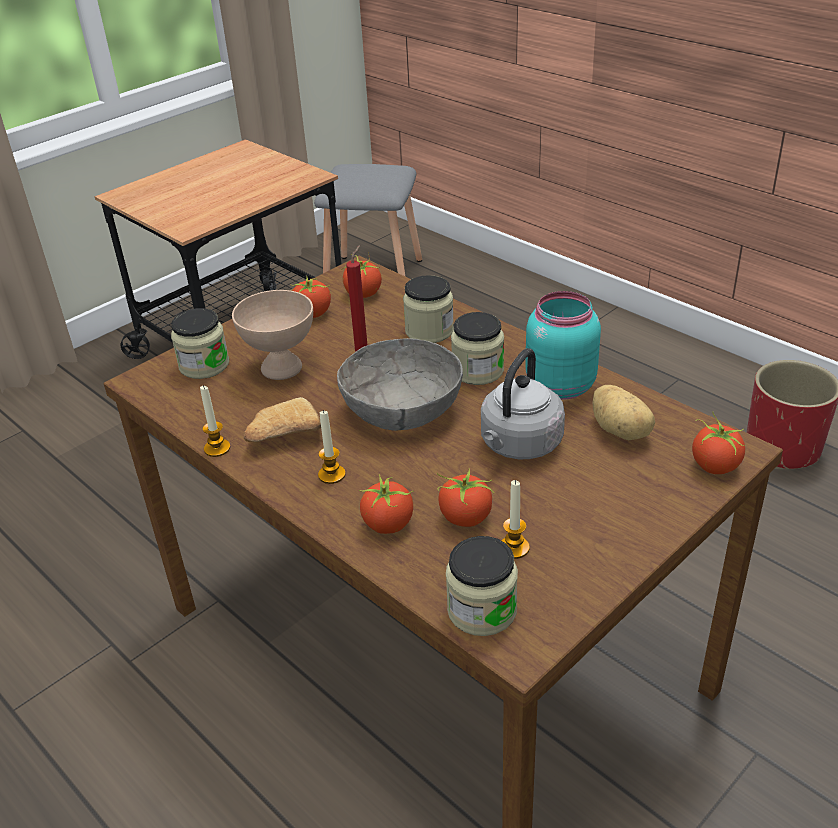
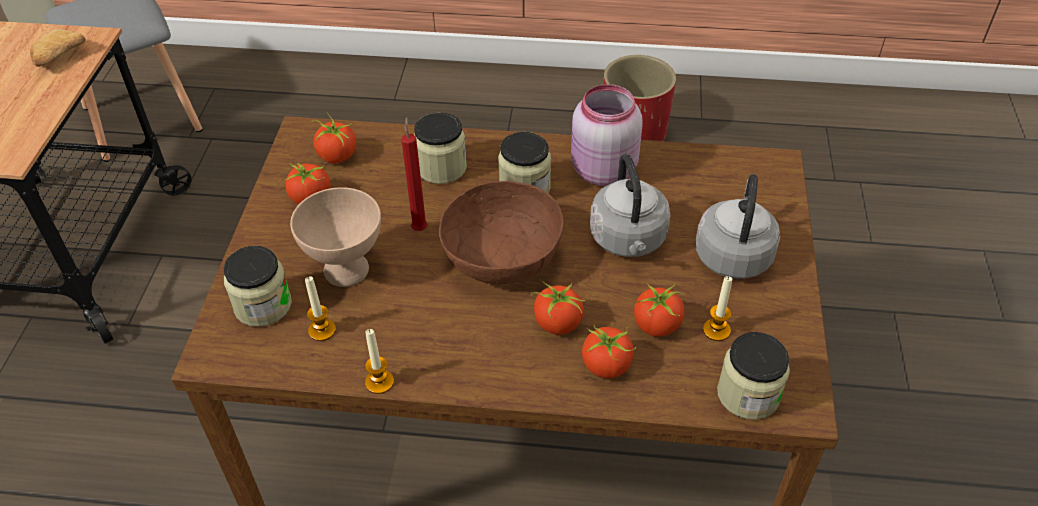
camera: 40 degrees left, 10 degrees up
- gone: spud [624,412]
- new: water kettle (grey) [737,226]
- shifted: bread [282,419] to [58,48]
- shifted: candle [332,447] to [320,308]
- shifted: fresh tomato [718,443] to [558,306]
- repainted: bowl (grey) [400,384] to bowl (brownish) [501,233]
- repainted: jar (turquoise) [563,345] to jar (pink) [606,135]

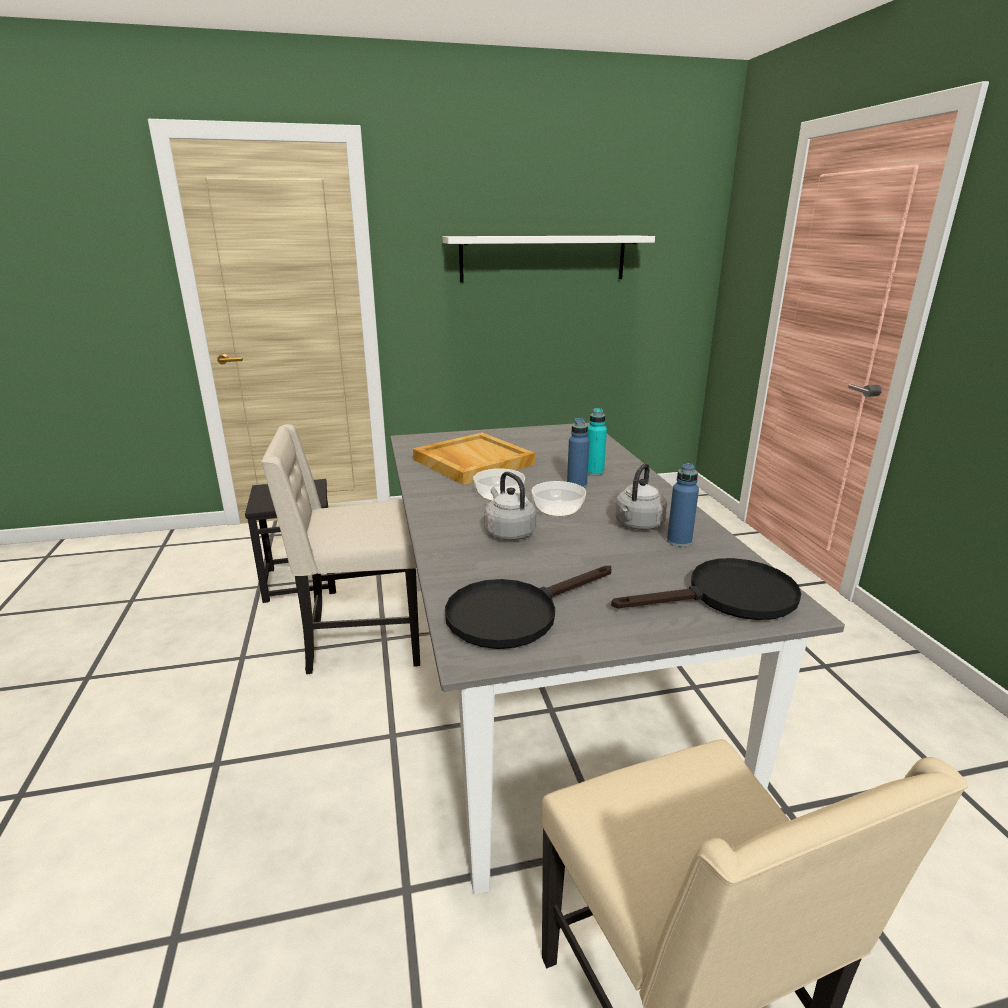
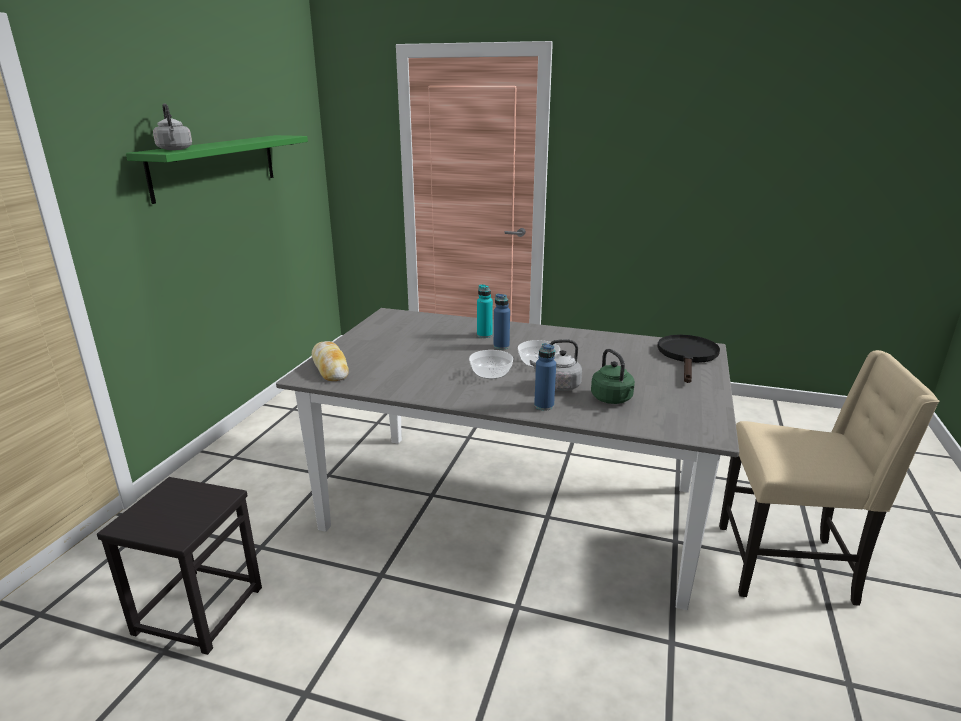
camera: 60 degrees left, 0 degrees up
- gone: chair (sand-coloured) [340,549]
- gone: serving tray (sand-coloured) [474,458]
- gone: pan (blackish) [528,607]
- new: bread [330,361]
- new: water kettle (green) [613,376]
- shifted: water kettle (grey) [641,496] to [172,126]
- shifted: drink bottle (blue-coloured) [683,505] to [545,376]
- repainted: bracket shelf (white-coloured) [549,259] to bracket shelf (green) [217,169]

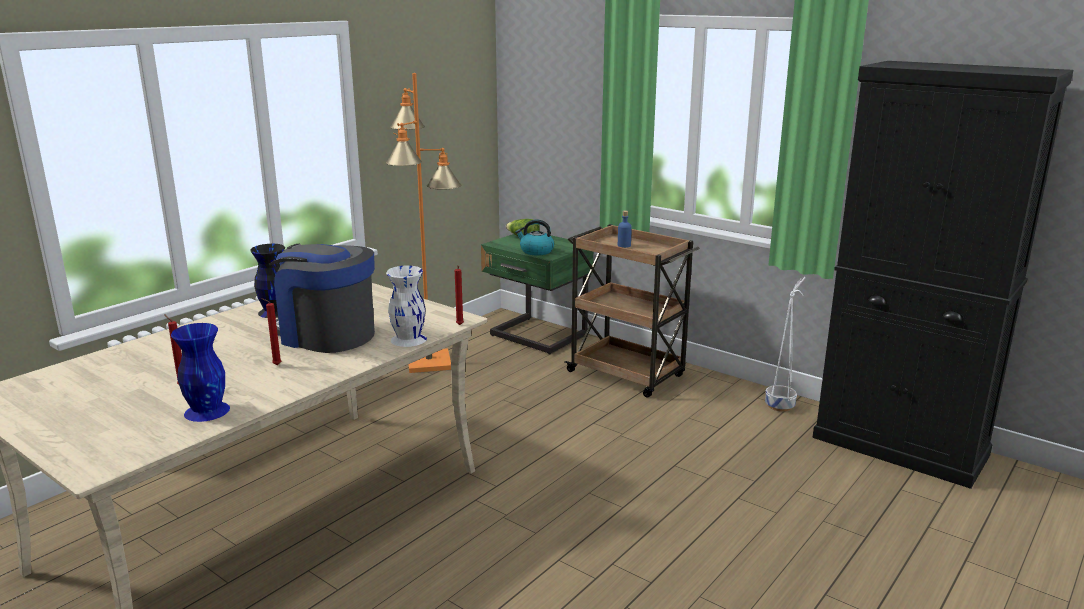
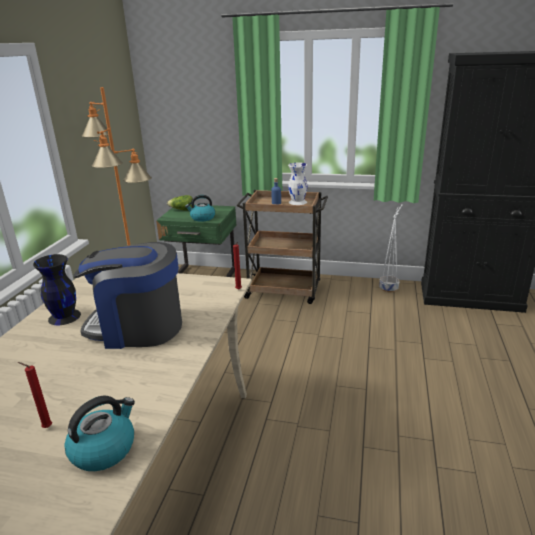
camera: 25 degrees left, 5 degrees up
- gone: candle (red-coloured) [271,331]
- shifted: flower vase (white-coloured) [406,306] to [298,183]
- swapped: flower vase (blue-coloured) [200,372] to water kettle [99,433]

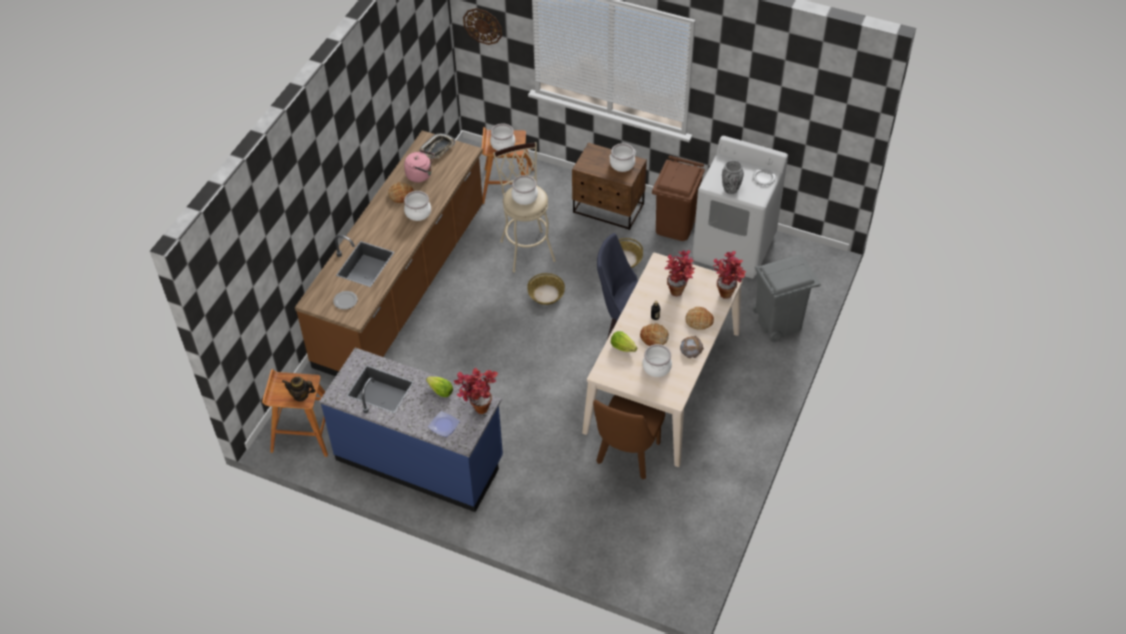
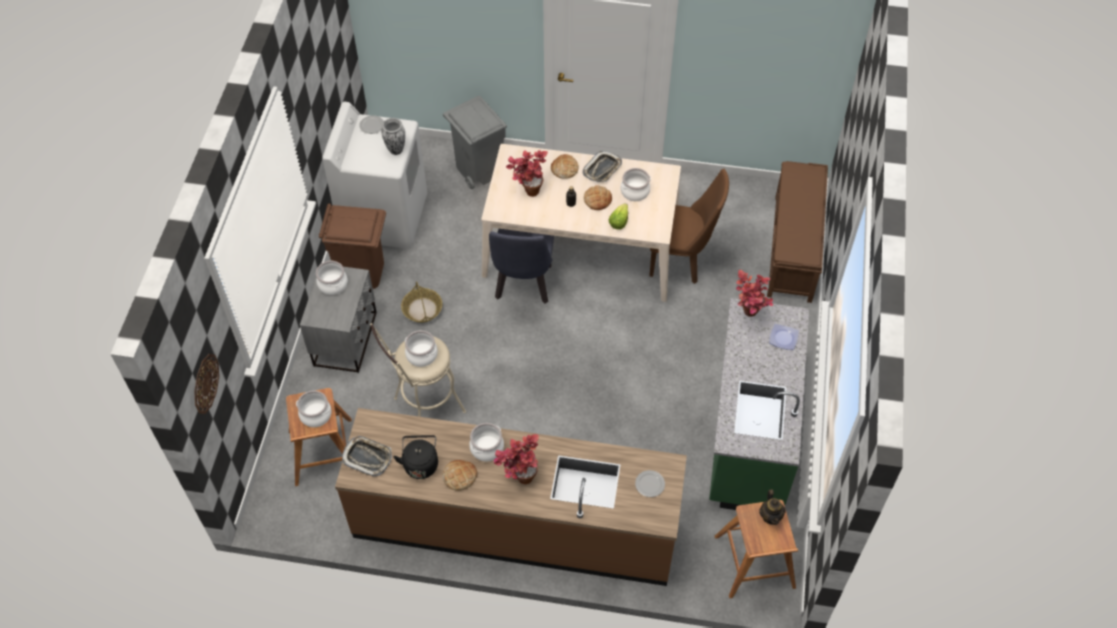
camera: 105 degrees left, 5 degrees up
- gone: lettuce head [439,387]
- gone: storage basket [546,289]
- new: bench (brownish) [797,232]
- shifted: plant in a pot [730,275] to [516,459]
- swapped: bread [692,347] to serving tray [602,166]
- repainted: kitchen base unit (blue-coloured) [411,430] to kitchen base unit (green) [759,404]
- repainted: water kettle (pink) [419,166] to water kettle (blackish) [416,457]
- repainted: nightstand (brownish) [609,186] to nightstand (grey) [338,318]

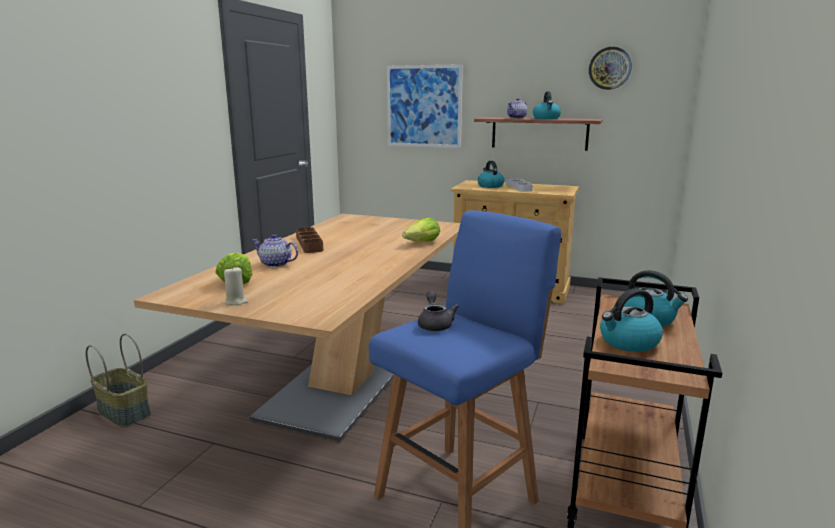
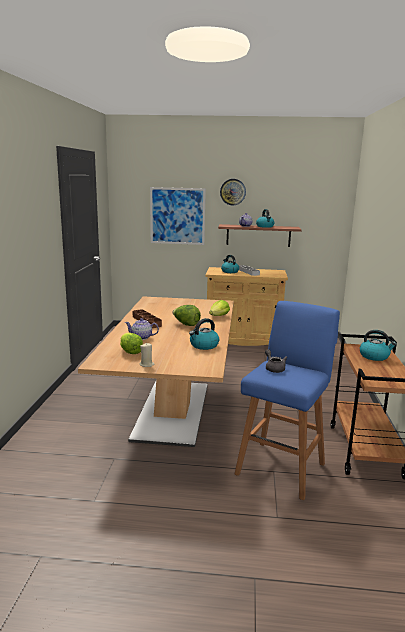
camera: 15 degrees left, 0 degrees up
- gone: storage basket [118,380]
- new: lettuce head [186,315]
- shifted: clock on the wall [610,68] to [233,192]
- shifted: water kettle [631,320] to [204,334]

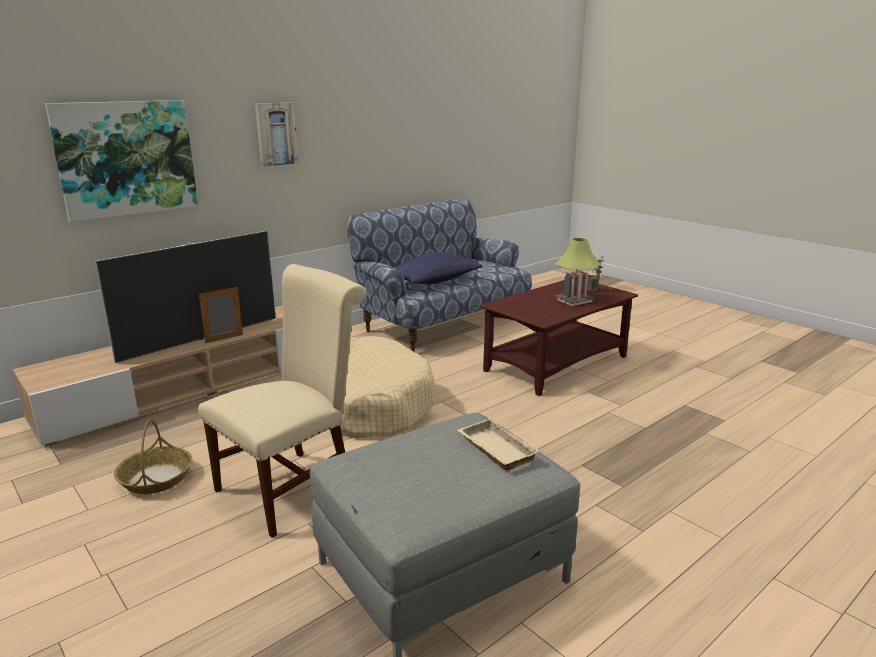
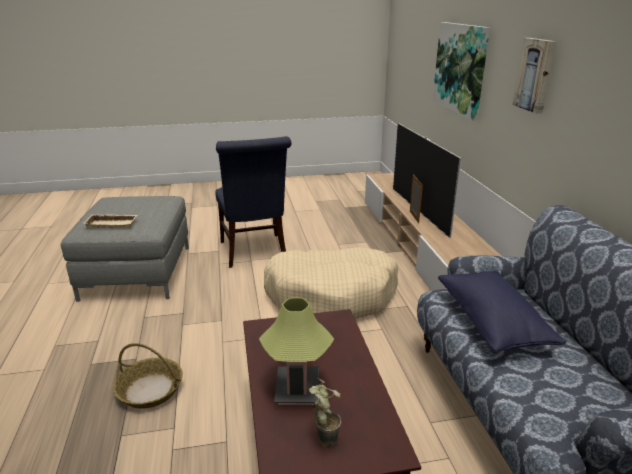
camera: 120 degrees right, 5 degrees up
- shifted: storage basket [153,456] to [148,376]
- repainted: chair (sand-coloured) [282,401] to chair (blue-coloured) [254,202]

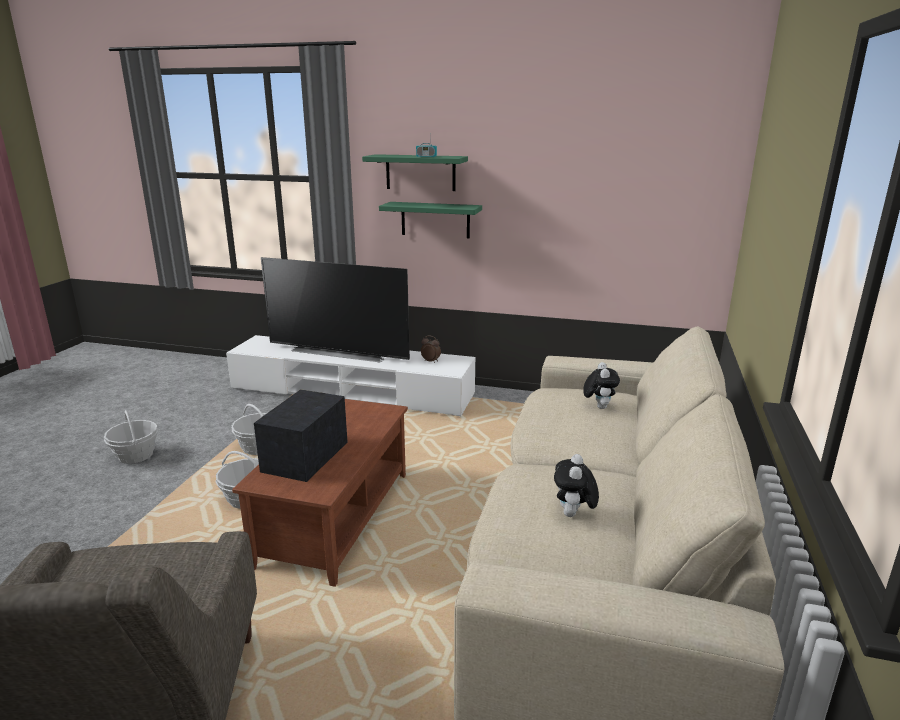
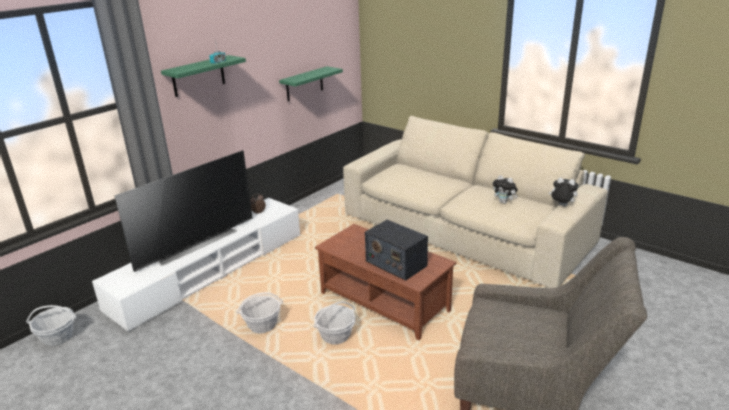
camera: 65 degrees left, 5 degrees up
- shifted: storage basket [131,437] to [51,325]
- shifted: bracket shelf (green) [430,220] to [311,83]
- shifted: soft toy [601,385] to [564,191]

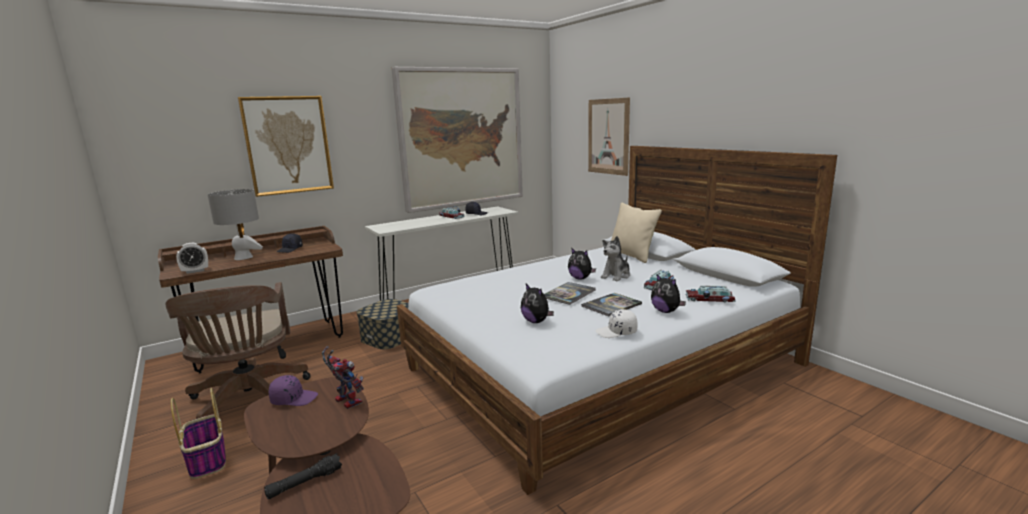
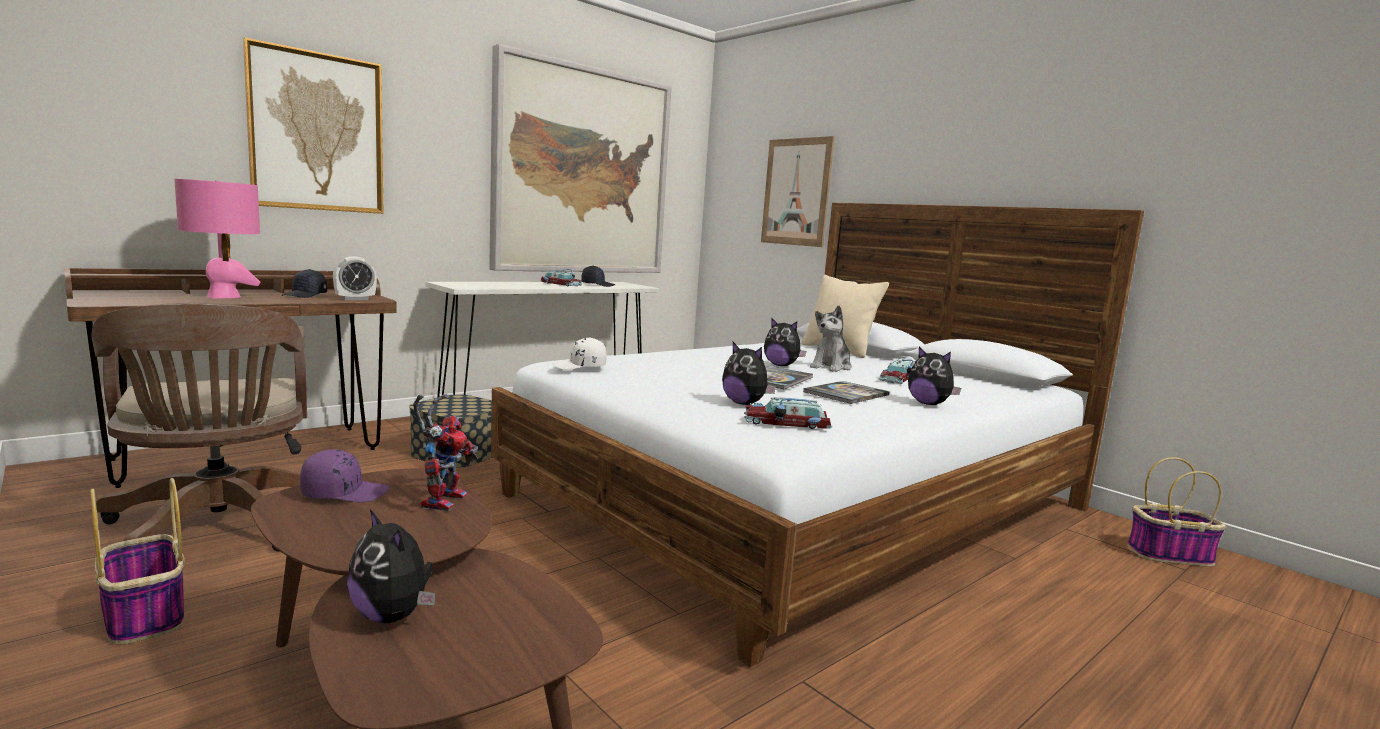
camera: 10 degrees left, 5 degrees down
- new: storage basket [1177,512]
- shifted: table clock [192,258] to [355,278]
- shifted: baseball cap (white-coloured) [616,323] to [579,353]
- shifted: model car [710,294] to [788,413]
- swapped: hand torch (blackish) [303,476] to soft toy [391,566]
- repainted: tabletop lamp (grey) [235,224] to tabletop lamp (pink) [217,238]
- rotated: robot figure [343,377] = [445,452] 60 degrees clockwise

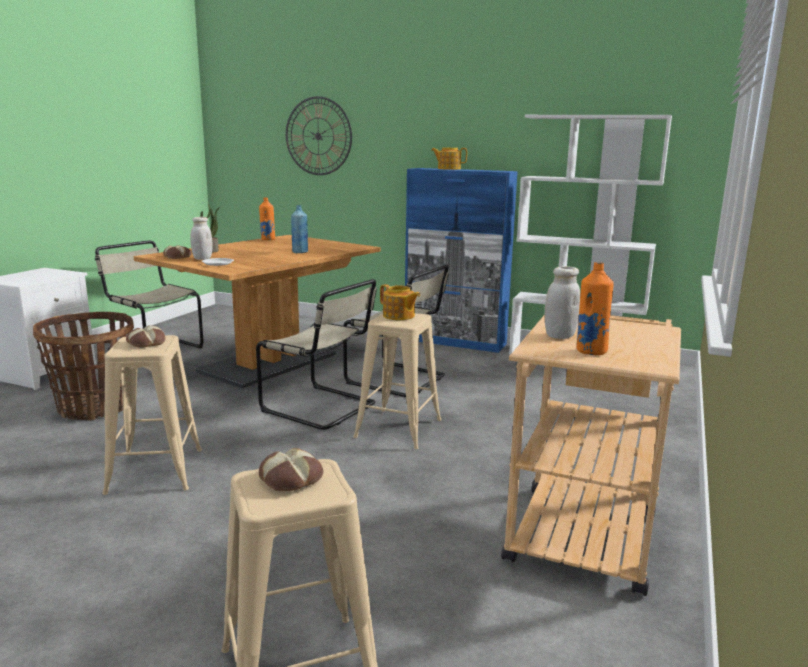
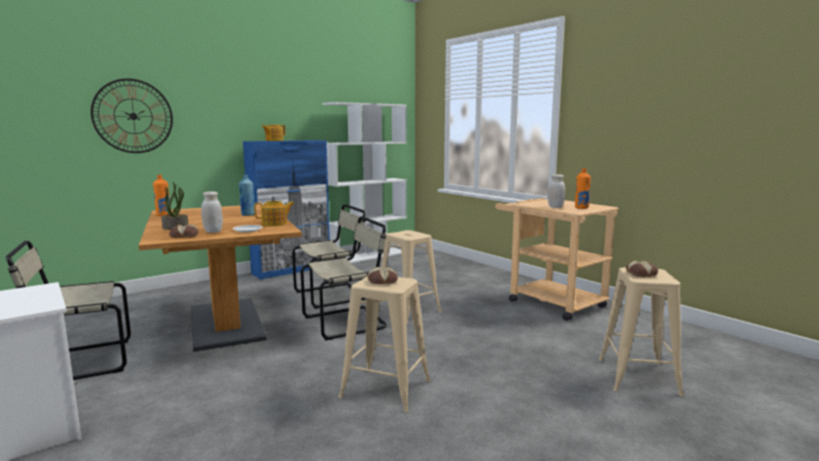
camera: 60 degrees left, 5 degrees down
- gone: storage basket [83,366]
- shifted: tea pot [400,302] to [274,213]

